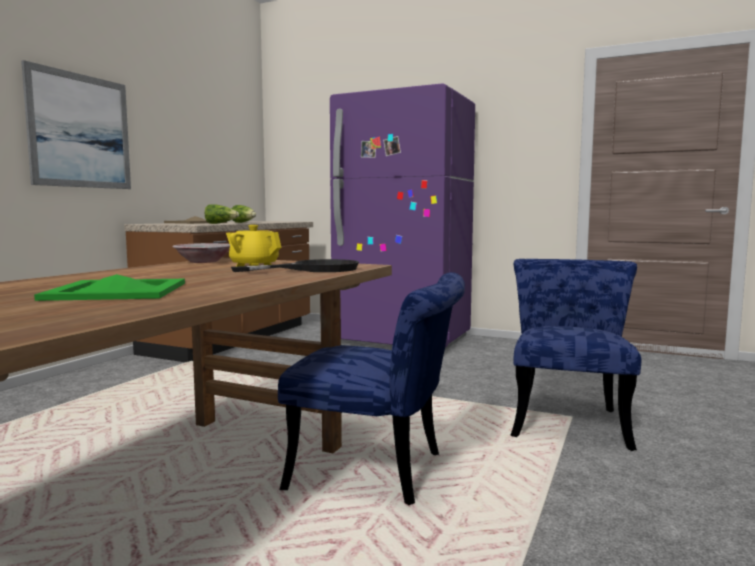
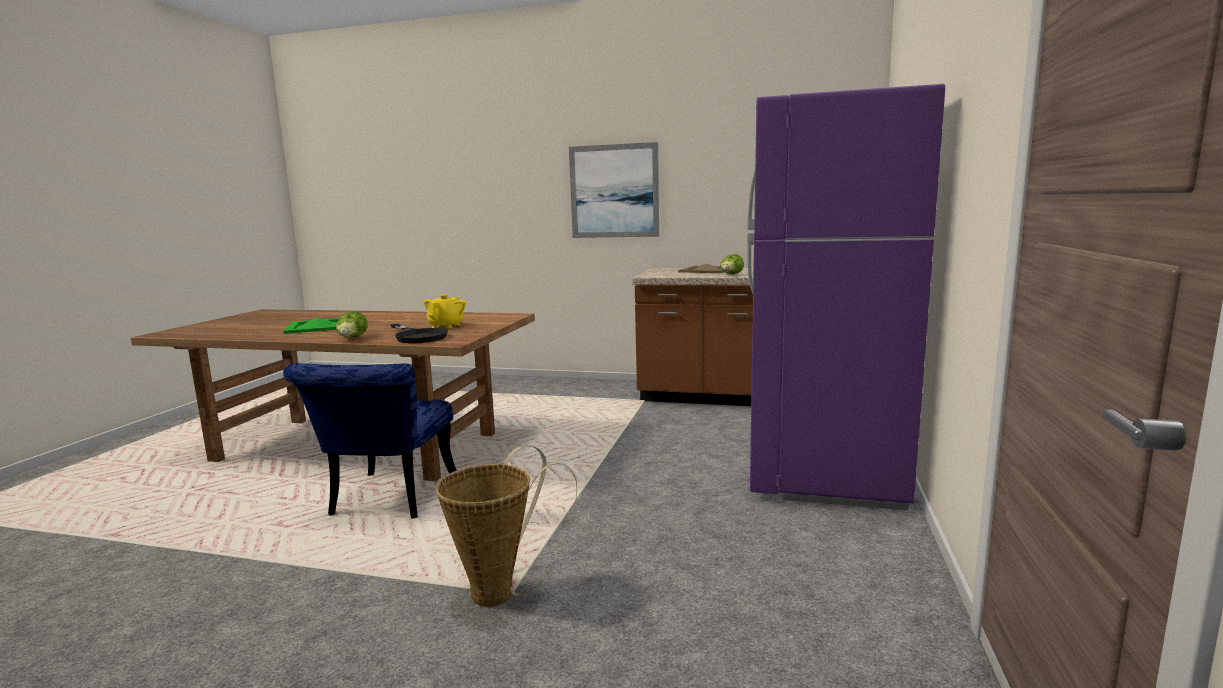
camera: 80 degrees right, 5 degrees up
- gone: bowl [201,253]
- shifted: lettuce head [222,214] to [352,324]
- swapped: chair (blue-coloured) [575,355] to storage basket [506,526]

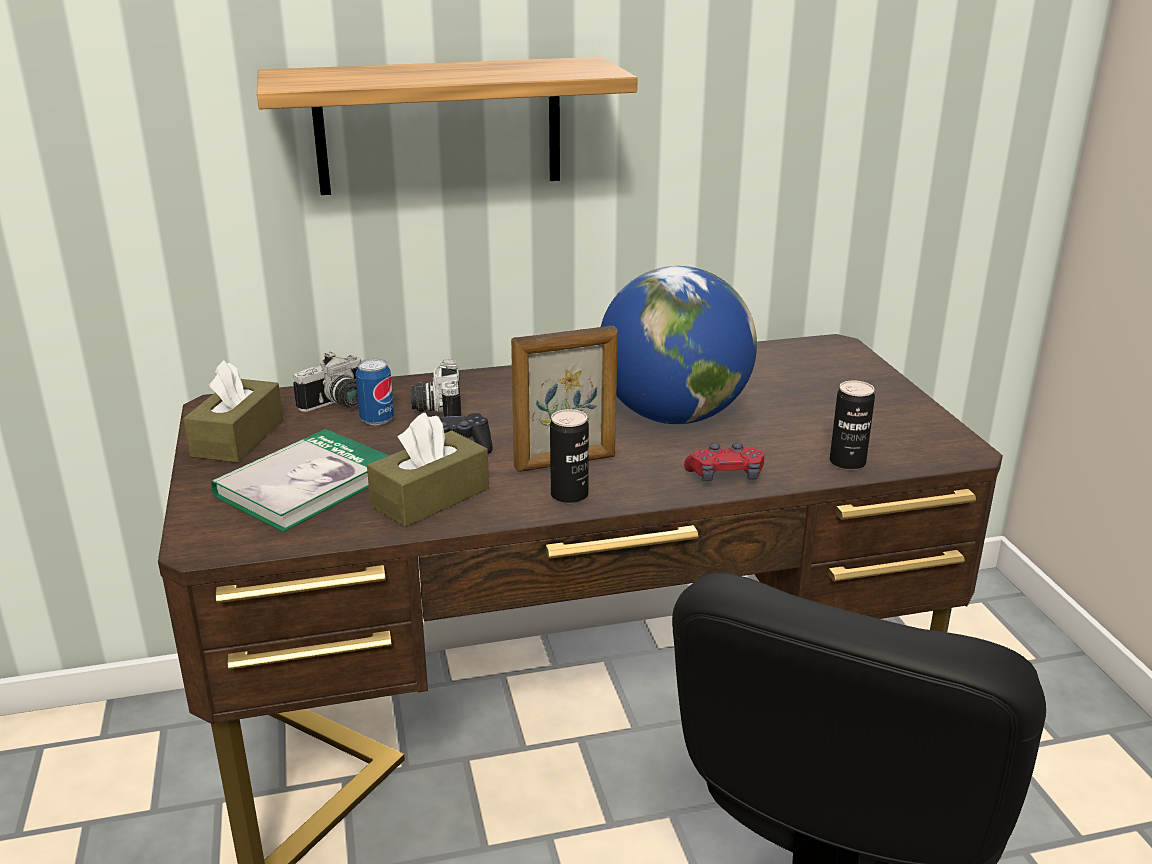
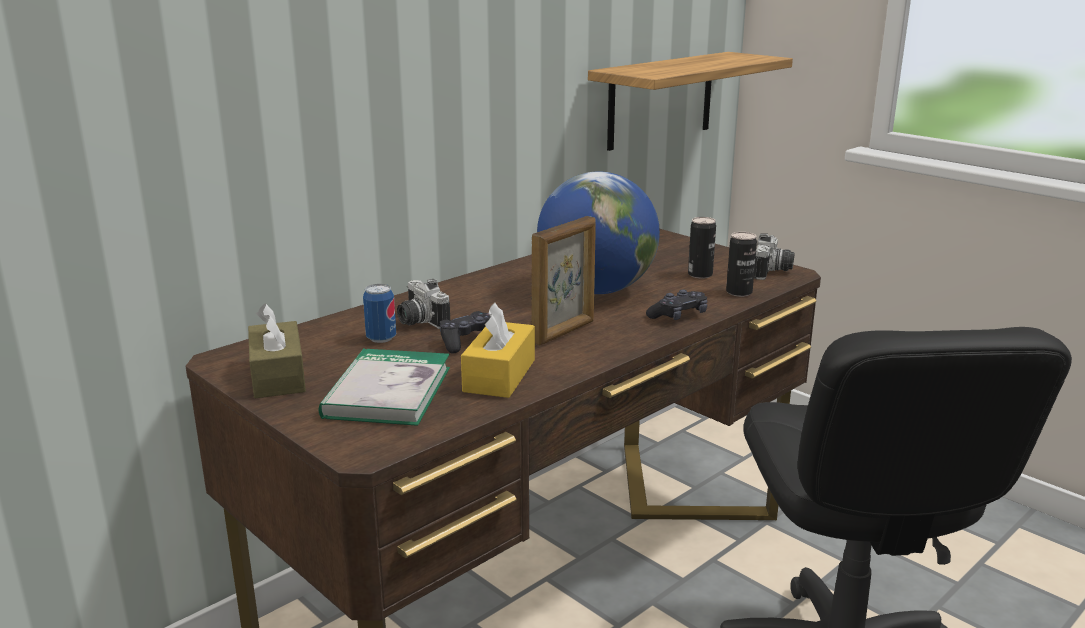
camera: 30 degrees left, 5 degrees down
- shifted: bracket shelf [447,126] to [690,101]
- shifted: photo camera [327,382] to [774,256]
- shifted: metal can [569,456] to [702,248]
- repainted: tissue box (brownish) [428,470] to tissue box (yellow) [498,350]
- repainted: gamepad (red-coloured) [724,462] to gamepad (blackish) [677,304]

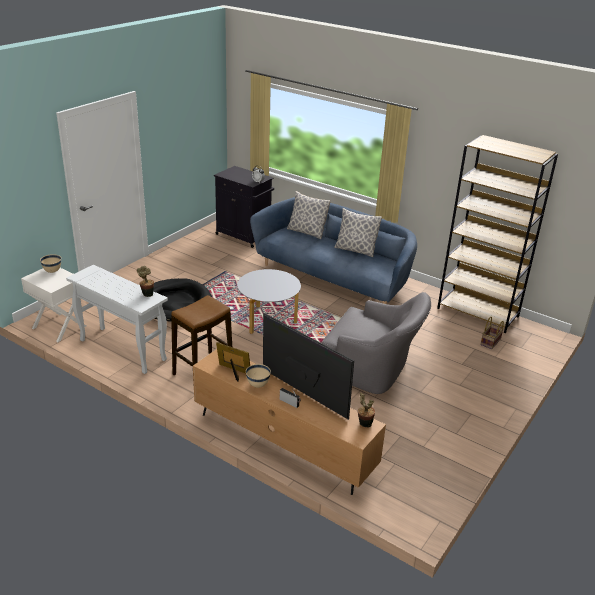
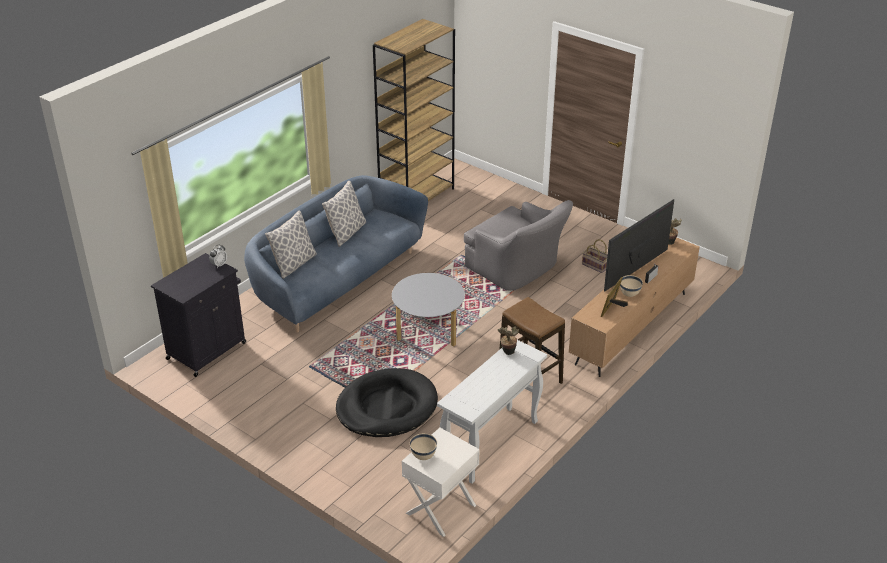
camera: 85 degrees left, 5 degrees up
- shifted: storage basket [492,333] to [595,256]
- rotated: armchair (grey) [376,343] = [518,245] 105 degrees clockwise

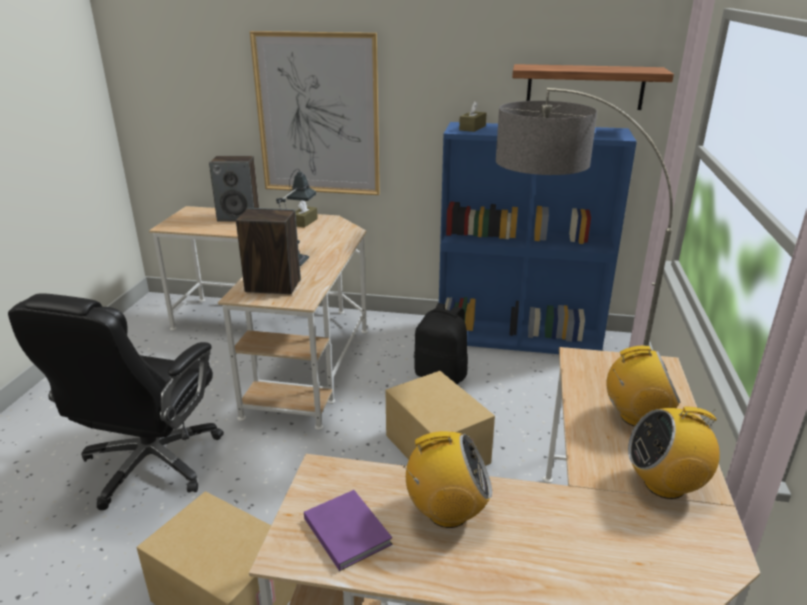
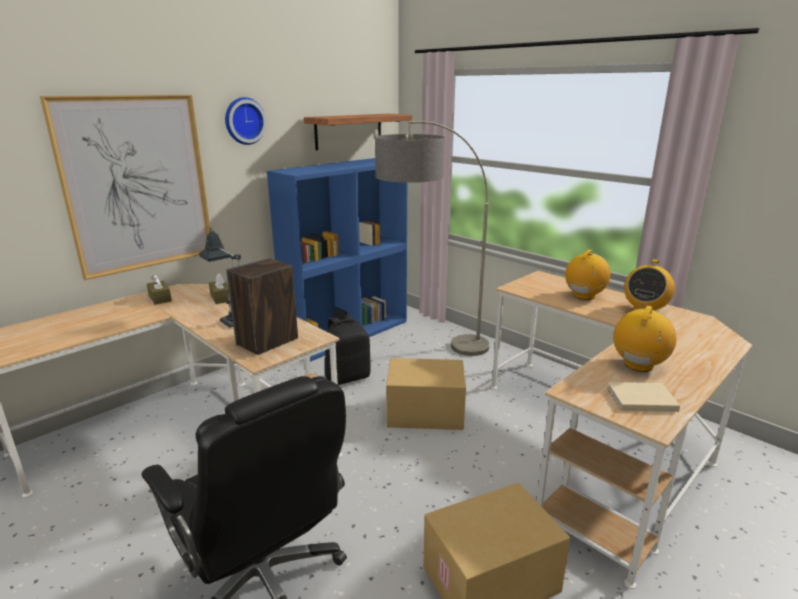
camera: 55 degrees left, 5 degrees down
- gone: loudspeaker [234,189]
- new: clock on the wall [246,121]
- shifted: tissue box (brownish) [473,116] to [219,289]
- repainted: bound book (purple-coloured) [348,530] to bound book (sand-coloured) [643,397]

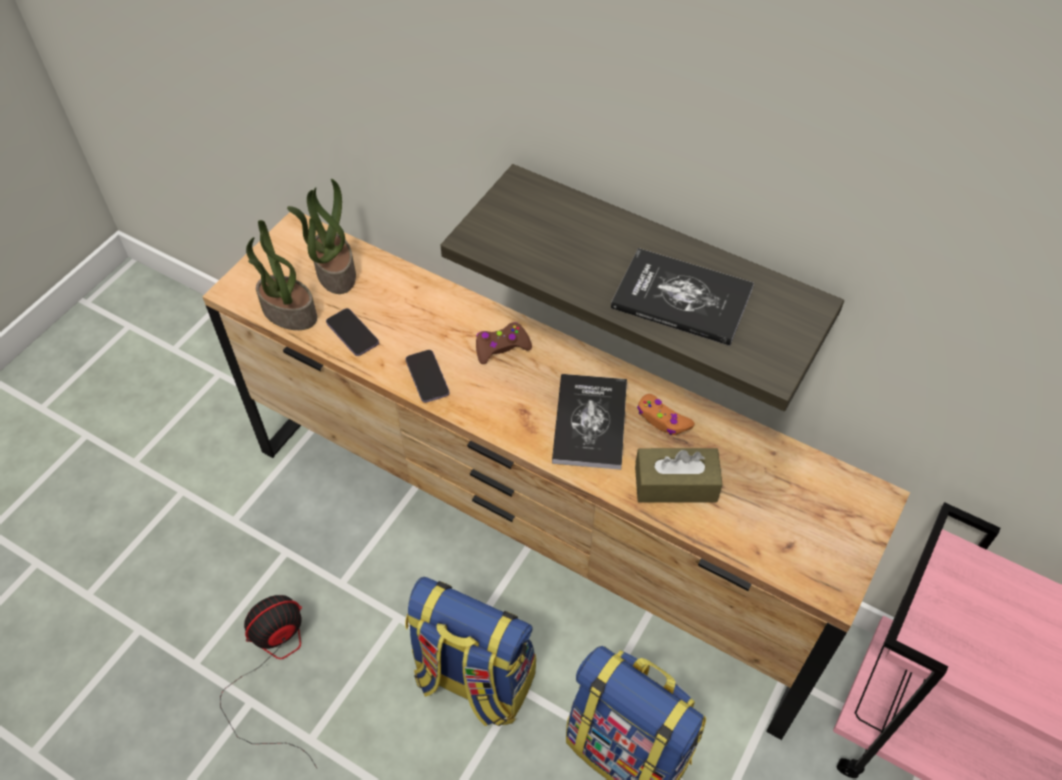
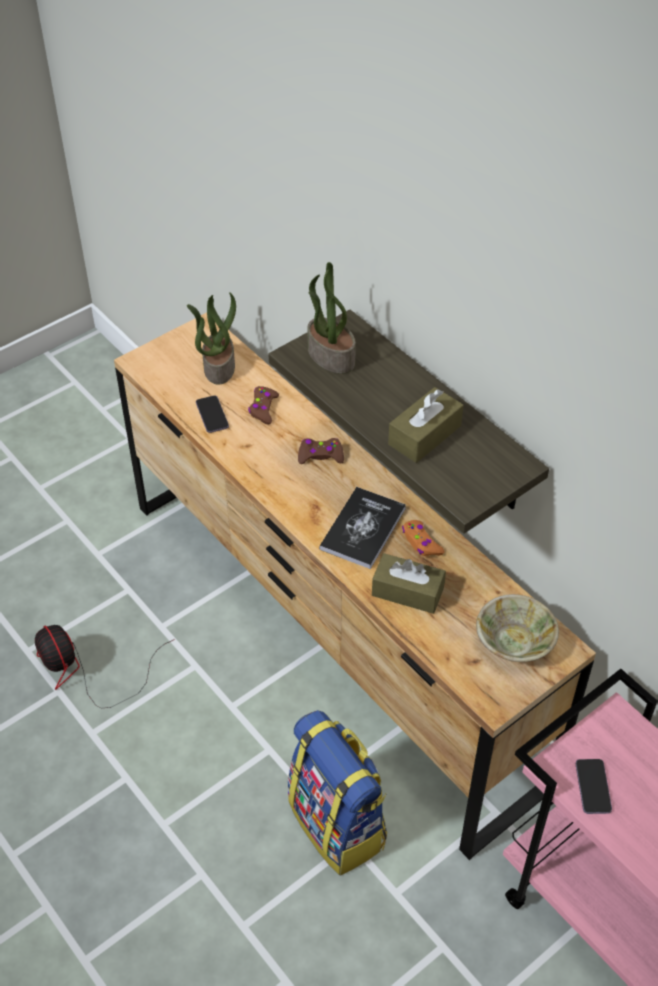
camera: 20 degrees right, 5 degrees down
- gone: backpack [470,651]
- new: gamepad (brownish) [263,405]
- new: bowl (sand-coloured) [517,628]
- shifted: plant in a pot [281,275] to [331,318]
- shifted: telephone [427,376] to [594,786]
- swapped: bound book [682,297] to tissue box (brownish) [425,425]
- rotated: fan [269,682] = [105,666] 105 degrees counterclockwise

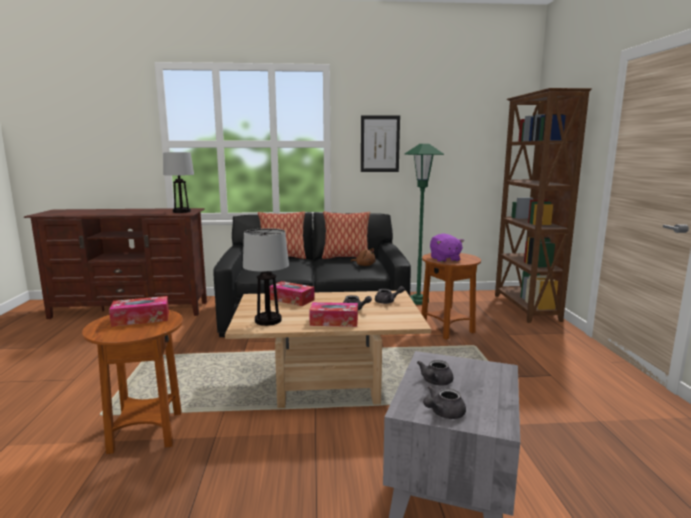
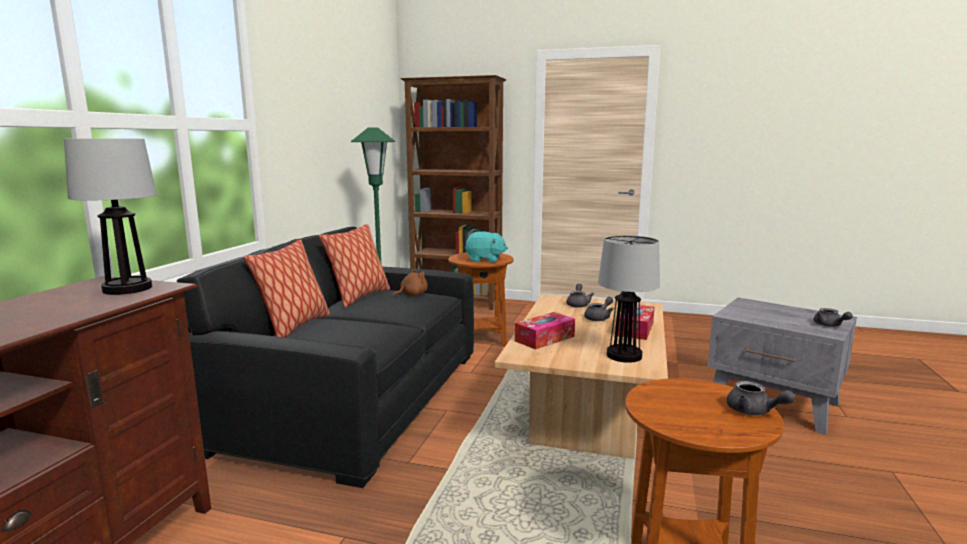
camera: 70 degrees left, 0 degrees up
- gone: tissue box [139,311]
- gone: wall art [380,143]
- shifted: tea pot (grey) [435,373] to [761,398]
- repainted: soft toy (purple-coloured) [447,247] to soft toy (turquoise) [486,247]

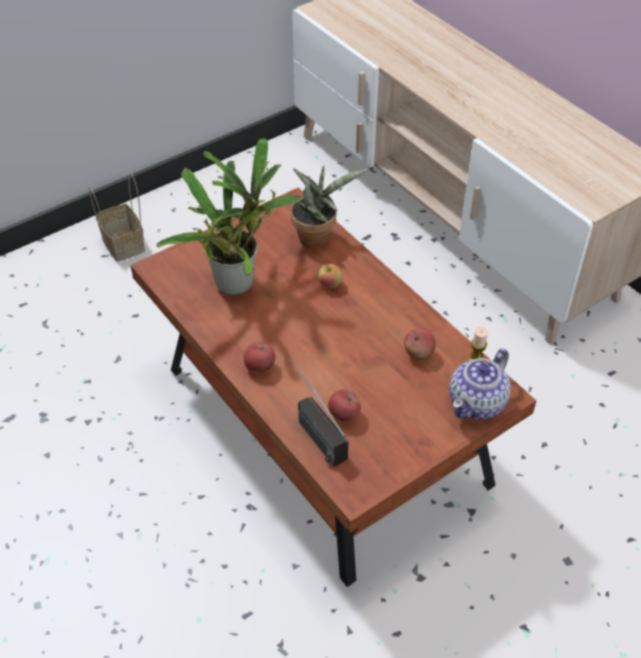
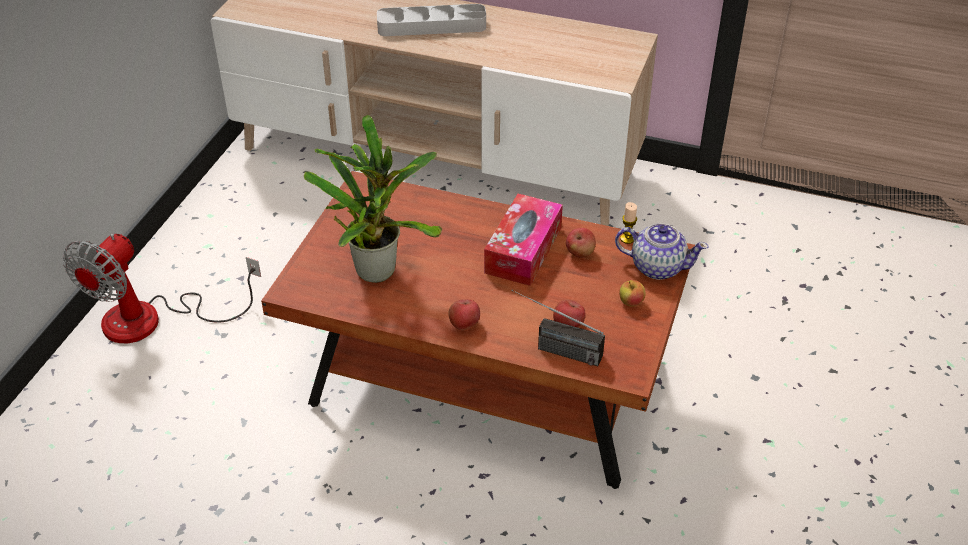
camera: 35 degrees left, 5 degrees down
- gone: plant in a pot [329,206]
- new: serving tray (grey) [431,20]
- new: tissue box [523,240]
- shifted: apple fruit [330,276] to [632,293]
- swapped: storage basket [117,217] to fan [162,288]
- rotated: tea pot [480,384] = [661,251] 75 degrees counterclockwise

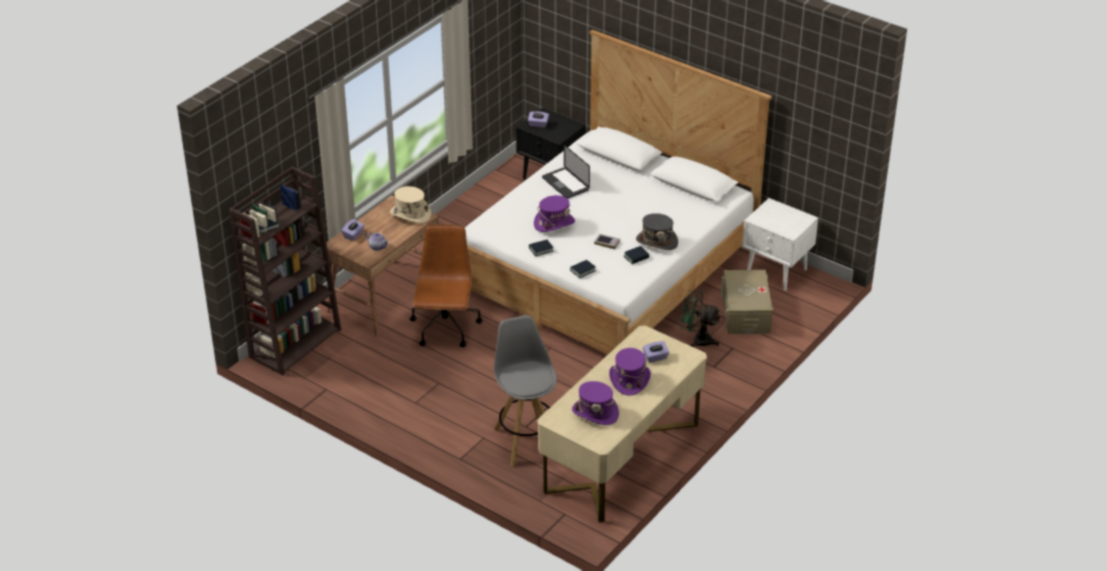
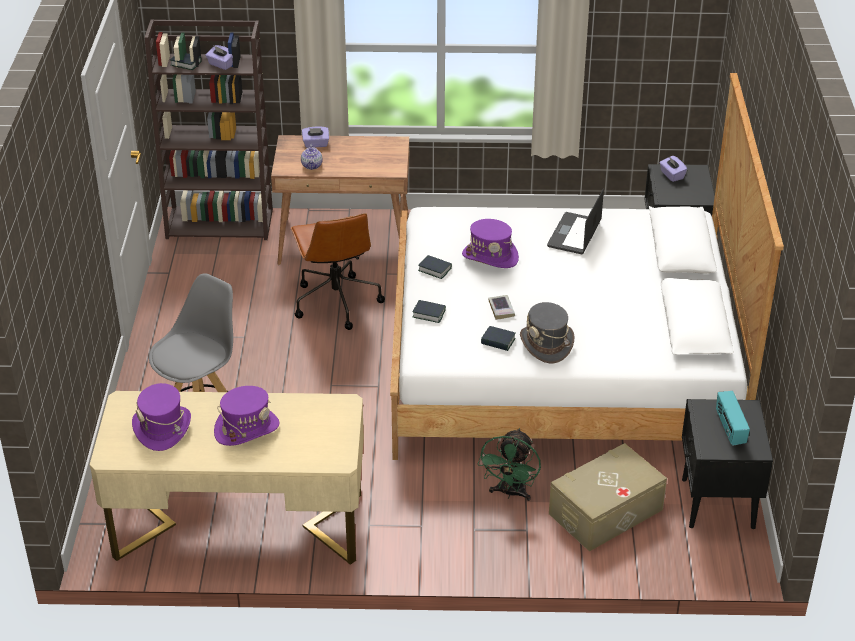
camera: 55 degrees right, 0 degrees up
- gone: hat (sand-coloured) [410,204]
- new: radio set [733,418]
- shifted: tissue box (purple-coloured) [656,352] to [219,57]
- repainted: nightstand (white-coloured) [780,244] to nightstand (blackish) [727,464]
- rotated: office chair (brownish) [446,285] = [338,271] 105 degrees clockwise
- rotated: fan (green) [699,318] = [509,464] 150 degrees counterclockwise

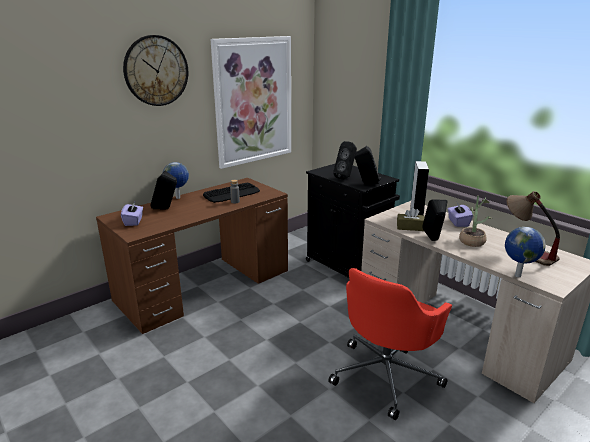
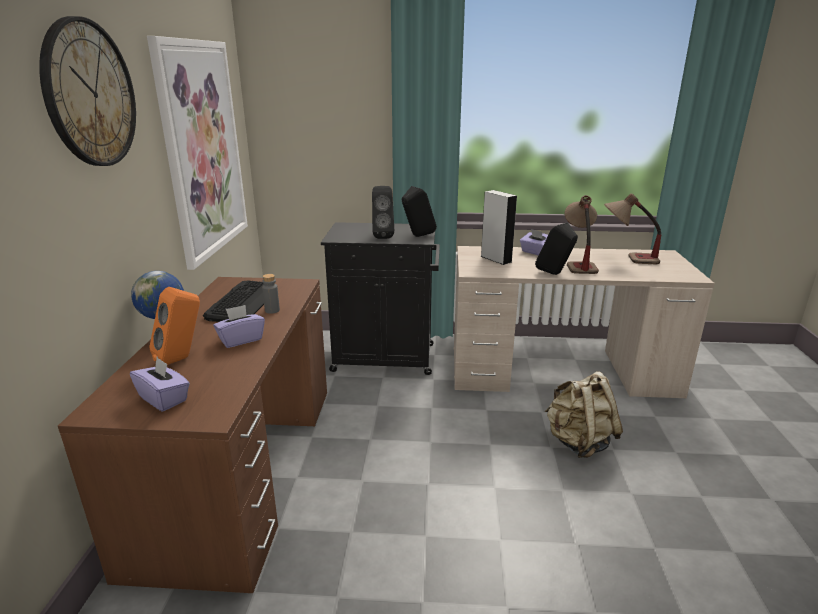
camera: 45 degrees left, 0 degrees up
- gone: tissue box (brownish) [411,219]
- gone: desk globe [525,252]
- new: tissue box (purple-coloured) [239,326]
- swapped: office chair (red-coloured) [390,344] to backpack (sand-coloured) [584,414]
- swapped: plant in a pot [475,221] to tabletop lamp [582,234]
- repainted: loudspeaker (blackish) [164,190] to loudspeaker (orange-coloured) [174,326]

